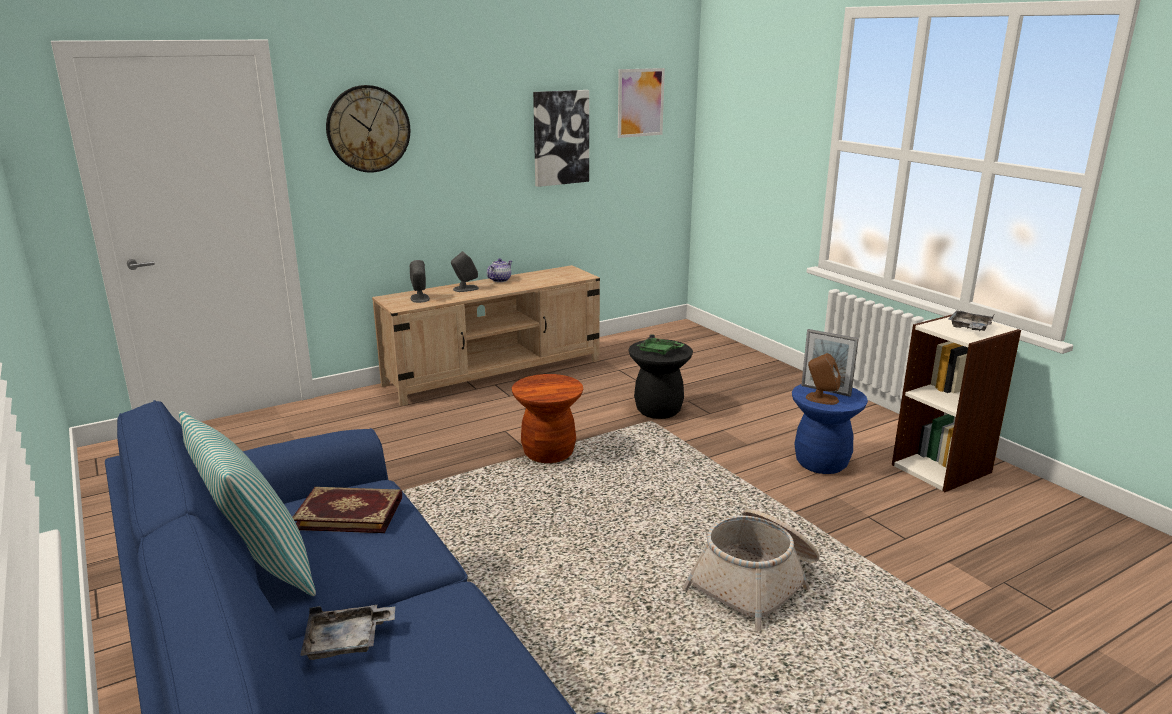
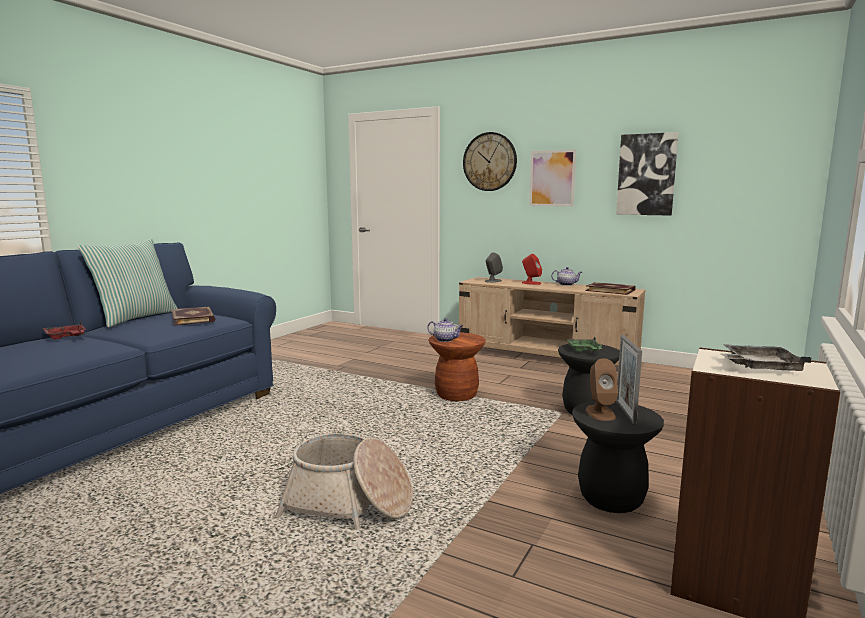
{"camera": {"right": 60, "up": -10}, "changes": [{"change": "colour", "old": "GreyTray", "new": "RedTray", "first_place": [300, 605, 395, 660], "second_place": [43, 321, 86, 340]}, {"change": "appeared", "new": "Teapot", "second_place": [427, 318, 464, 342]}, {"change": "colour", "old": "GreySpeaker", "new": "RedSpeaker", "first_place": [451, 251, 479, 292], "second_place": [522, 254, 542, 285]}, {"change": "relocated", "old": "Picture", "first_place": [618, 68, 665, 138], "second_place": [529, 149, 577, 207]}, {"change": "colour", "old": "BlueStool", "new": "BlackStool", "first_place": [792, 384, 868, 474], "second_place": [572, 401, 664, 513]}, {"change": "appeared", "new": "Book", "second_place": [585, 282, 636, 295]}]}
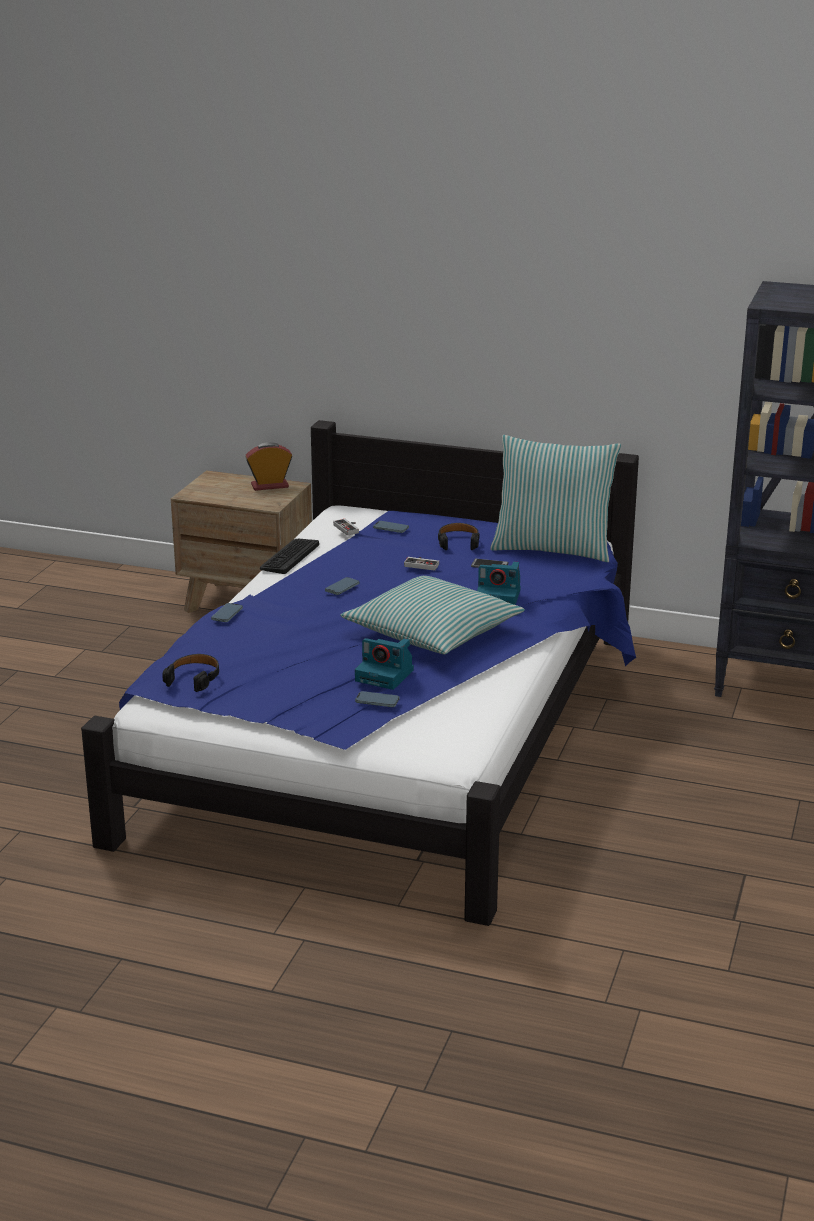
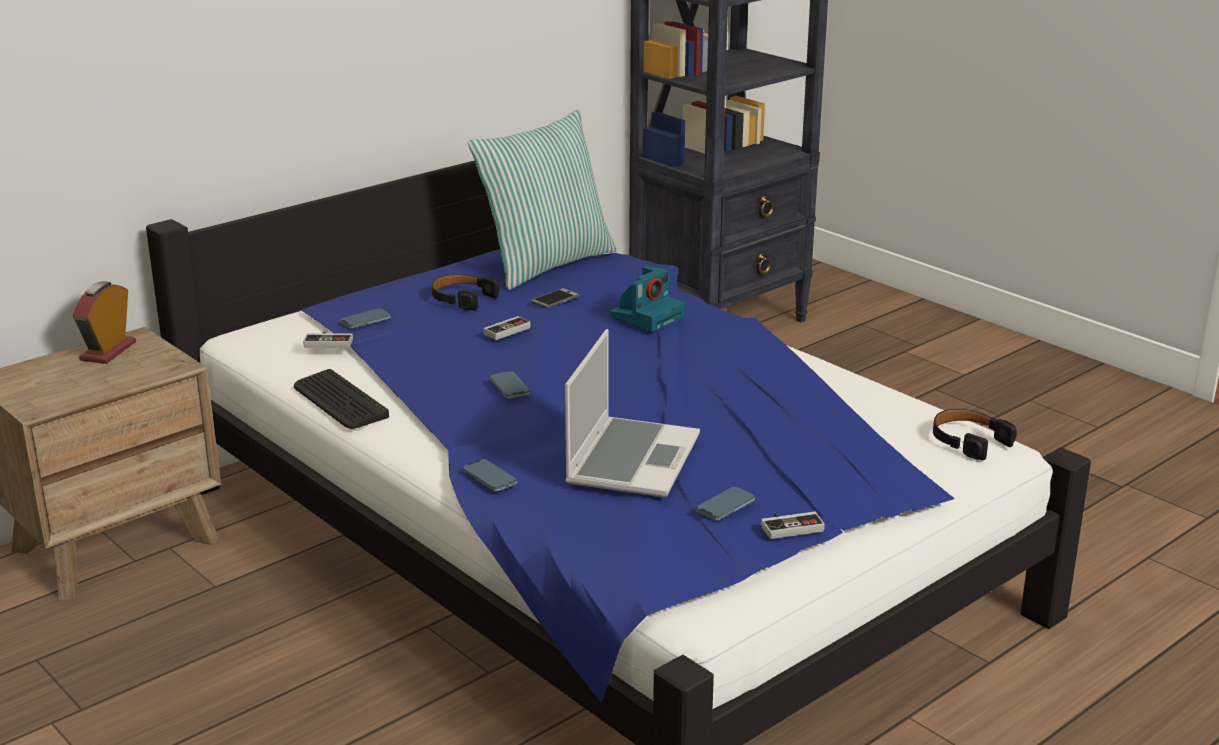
{"camera": {"right": -60, "up": 0}, "changes": [{"change": "appeared", "new": "Laptop", "second_place": [565, 329, 700, 498]}, {"change": "relocated", "old": "Phone", "first_place": [355, 691, 399, 707], "second_place": [696, 487, 755, 521]}, {"change": "appeared", "new": "GameController", "second_place": [761, 512, 825, 539]}, {"change": "relocated", "old": "BlackHeadphones", "first_place": [162, 654, 219, 692], "second_place": [933, 409, 1017, 460]}, {"change": "missing", "old": "Pillow", "first_place": [341, 576, 525, 654]}, {"change": "missing", "old": "PhotoCamera", "first_place": [355, 638, 414, 690]}]}
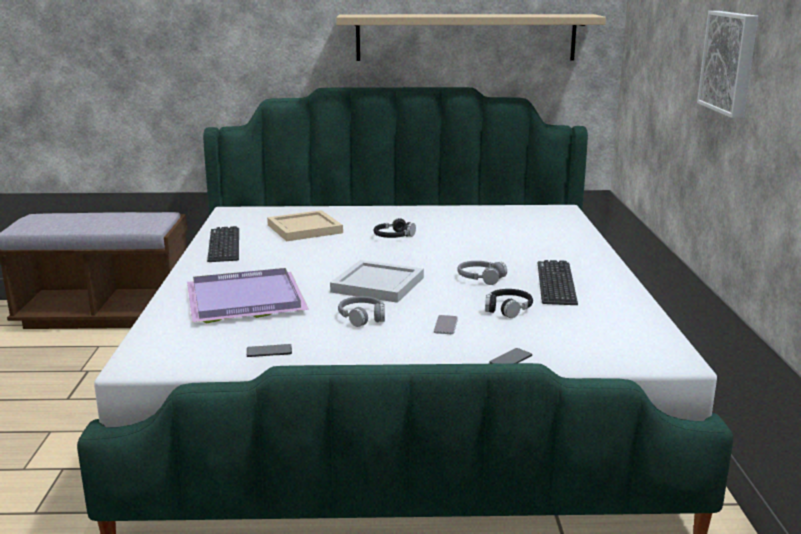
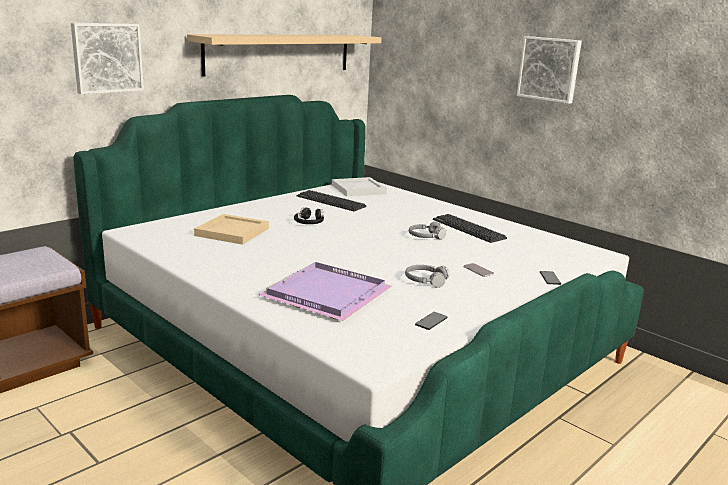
{"camera": {"right": -45, "up": 0}, "changes": [{"change": "appeared", "new": "Picture", "second_place": [71, 23, 144, 94]}, {"change": "relocated", "old": "Keyboard", "first_place": [207, 226, 239, 262], "second_place": [296, 190, 367, 211]}, {"change": "relocated", "old": "WhiteTray", "first_place": [330, 260, 424, 303], "second_place": [332, 177, 387, 197]}, {"change": "missing", "old": "BlackHeadphones", "first_place": [485, 289, 533, 318]}]}
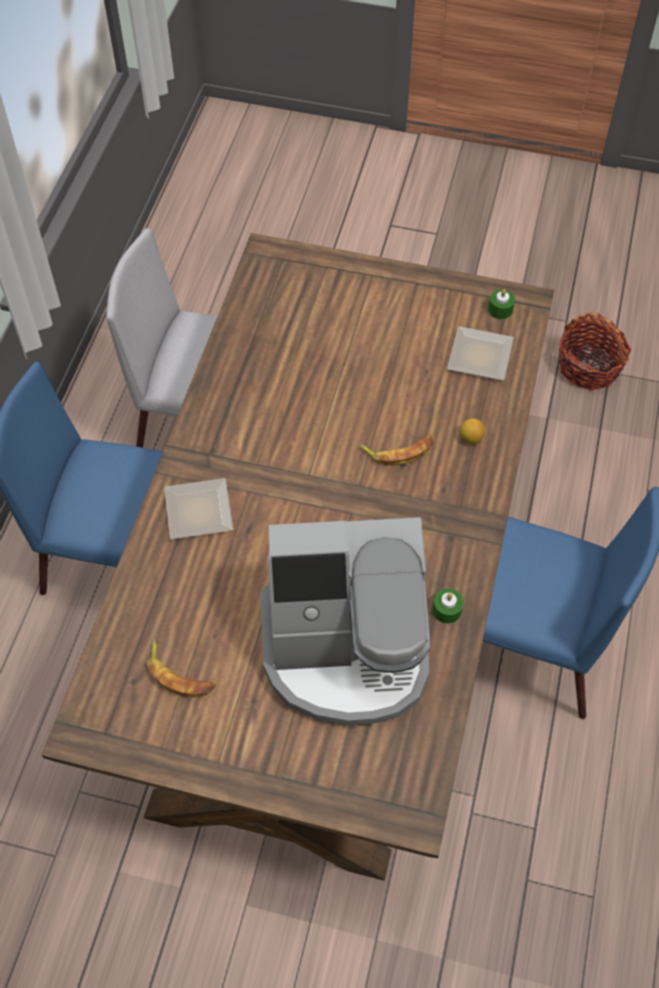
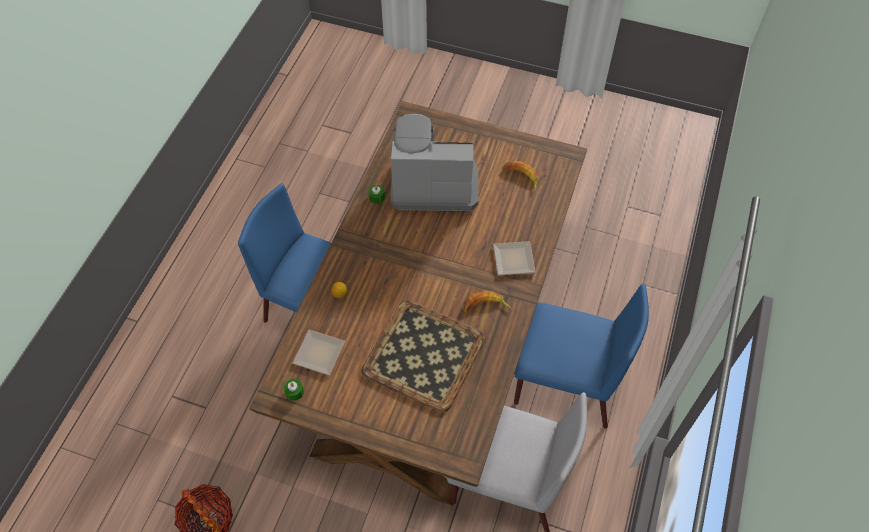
{"camera": {"right": -175, "up": 0}, "changes": [{"change": "appeared", "new": "Tray", "second_place": [361, 300, 486, 412]}, {"change": "relocated", "old": "Banana", "first_place": [359, 434, 434, 466], "second_place": [463, 291, 511, 313]}]}
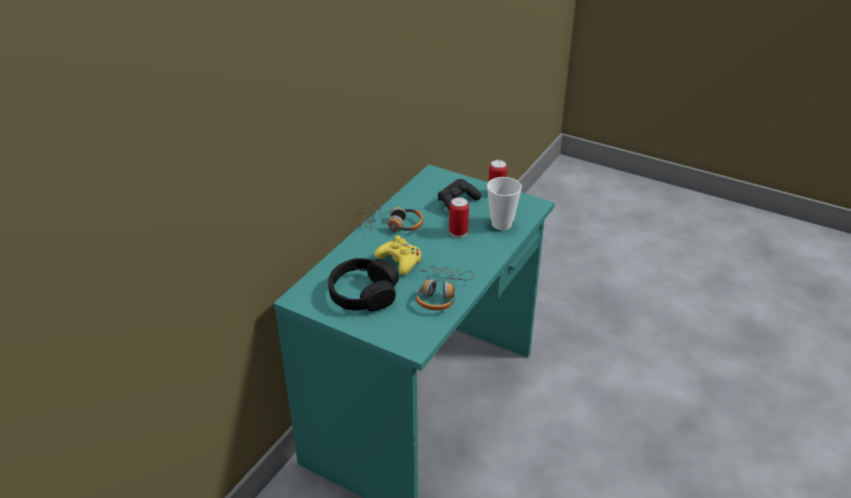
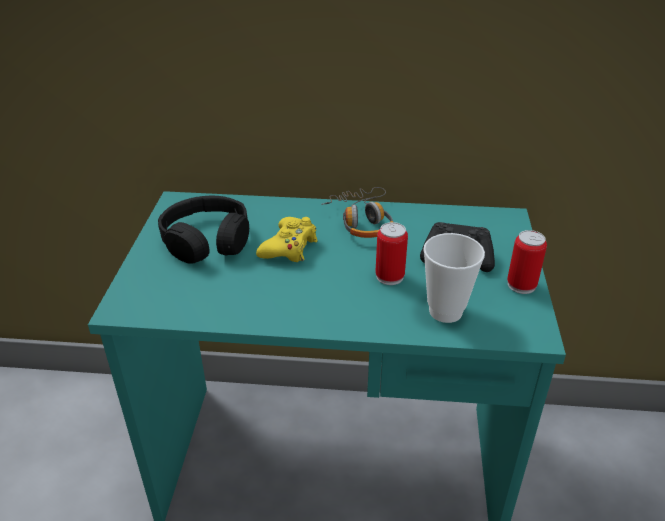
{"camera": {"right": 65, "up": 0}, "changes": [{"change": "missing", "old": "Headphones", "first_place": [416, 266, 475, 310]}]}
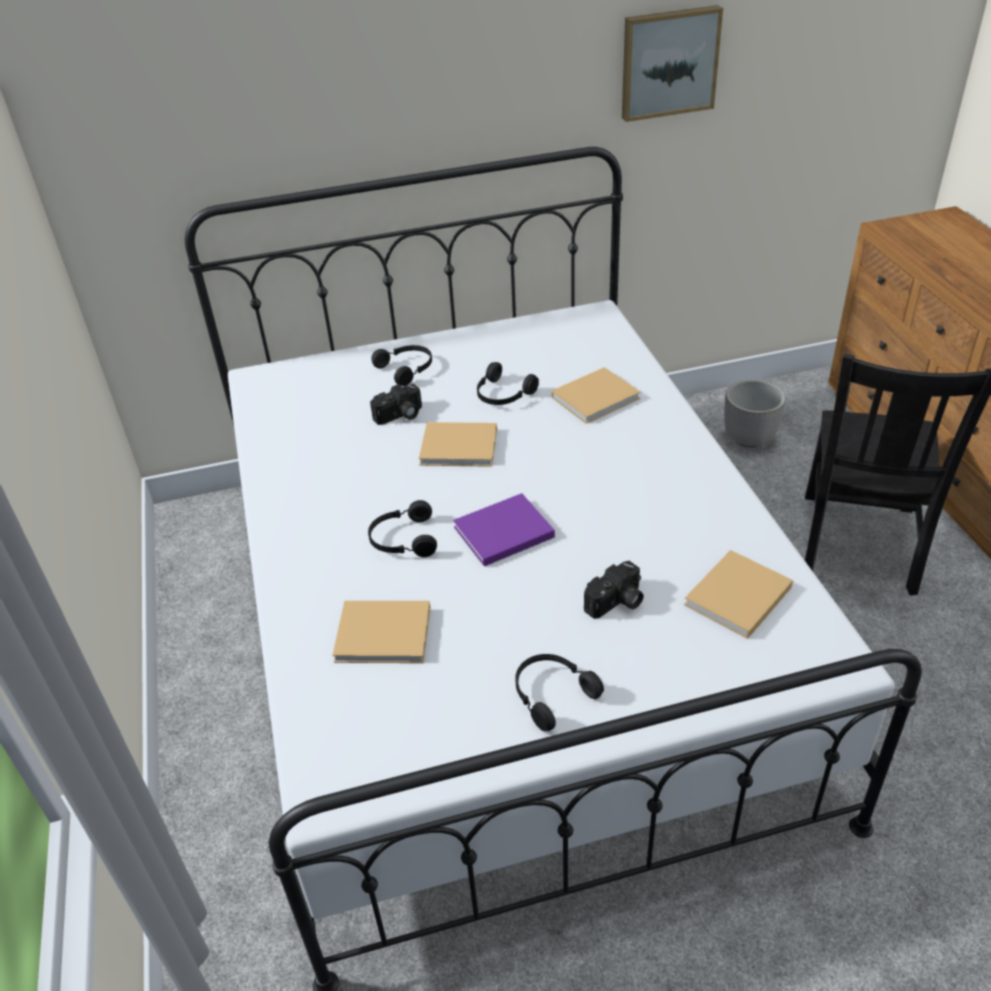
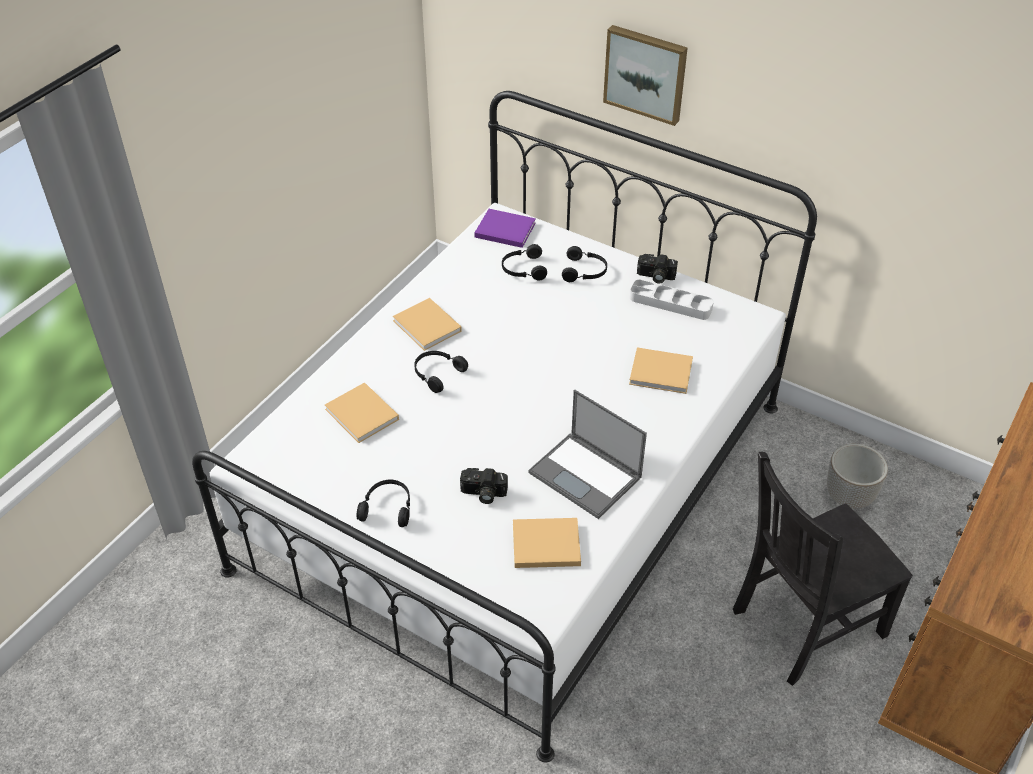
{"camera": {"right": 45, "up": 5}, "changes": [{"change": "relocated", "old": "BeigeBook", "first_place": [419, 422, 497, 467], "second_place": [393, 298, 462, 351]}, {"change": "relocated", "old": "PurpleBook", "first_place": [453, 493, 555, 566], "second_place": [475, 209, 536, 248]}, {"change": "relocated", "old": "BlackHeadphones", "first_place": [477, 362, 539, 405], "second_place": [502, 244, 547, 281]}, {"change": "appeared", "new": "Laptop", "second_place": [528, 389, 647, 519]}, {"change": "relocated", "old": "Picture", "first_place": [622, 5, 723, 122], "second_place": [603, 25, 688, 126]}, {"change": "appeared", "new": "GreyTray", "second_place": [630, 280, 714, 320]}, {"change": "relocated", "old": "PhotoCamera", "first_place": [370, 384, 422, 425], "second_place": [637, 254, 678, 284]}]}
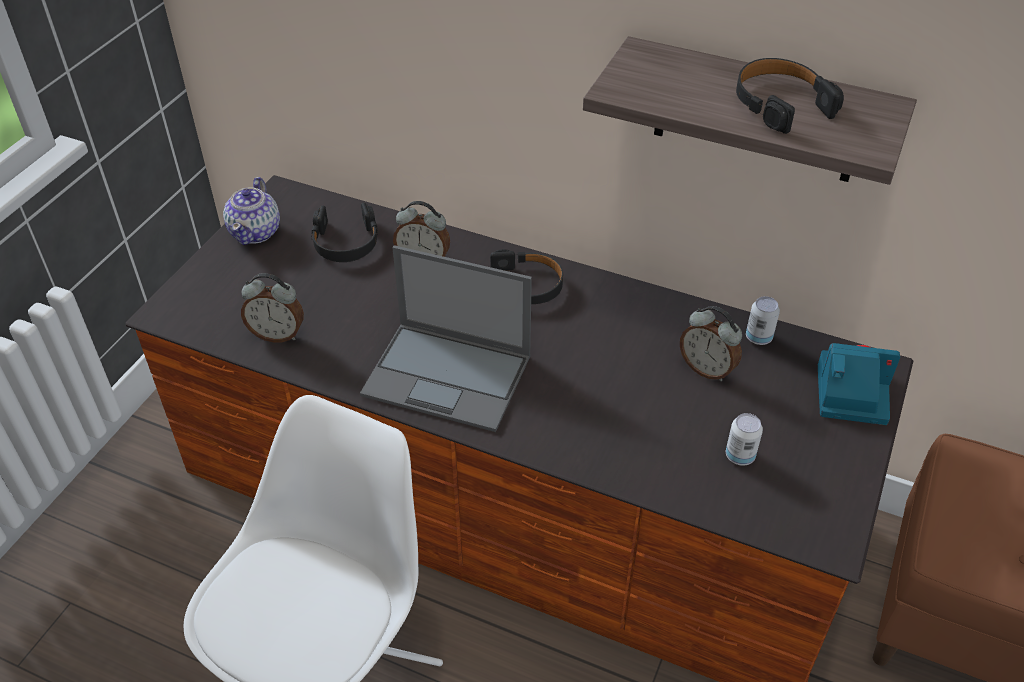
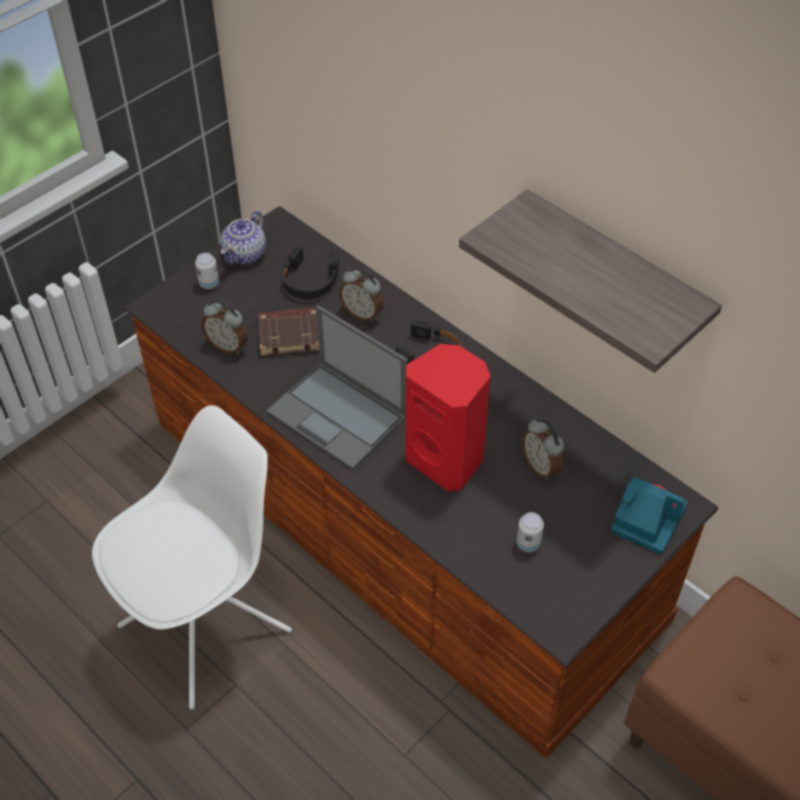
{"camera": {"right": 20, "up": 5}, "changes": [{"change": "relocated", "old": "Can", "first_place": [746, 296, 780, 345], "second_place": [195, 252, 219, 289]}, {"change": "appeared", "new": "BrownBook", "second_place": [258, 308, 319, 356]}, {"change": "appeared", "new": "RedSpeaker", "second_place": [405, 344, 491, 491]}, {"change": "missing", "old": "BlackHeadphones", "first_place": [736, 58, 844, 134]}]}
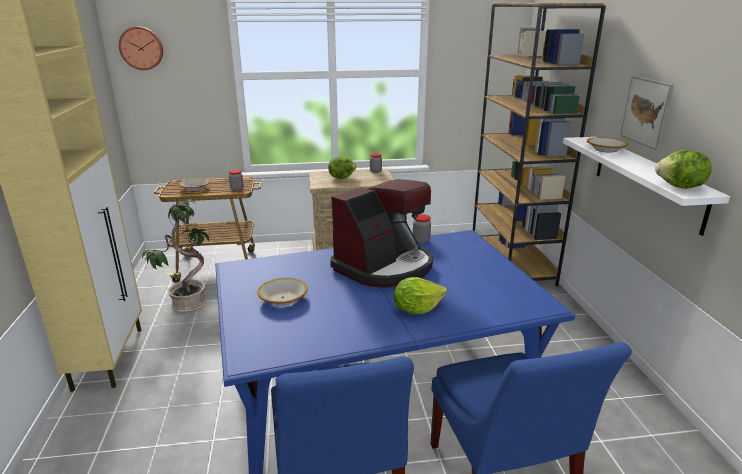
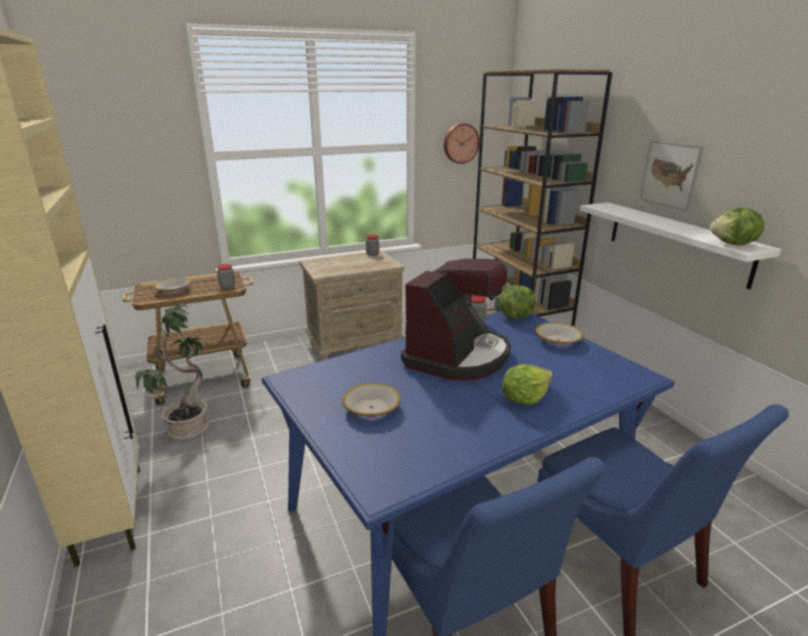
{"camera": {"right": -15, "up": 0}, "changes": [{"change": "relocated", "old": "WallClock", "first_place": [119, 26, 163, 70], "second_place": [444, 123, 480, 164]}, {"change": "relocated", "old": "Lettuce", "first_place": [328, 156, 357, 179], "second_place": [498, 285, 536, 319]}, {"change": "relocated", "old": "Bowl", "first_place": [587, 137, 628, 153], "second_place": [536, 322, 583, 346]}]}
